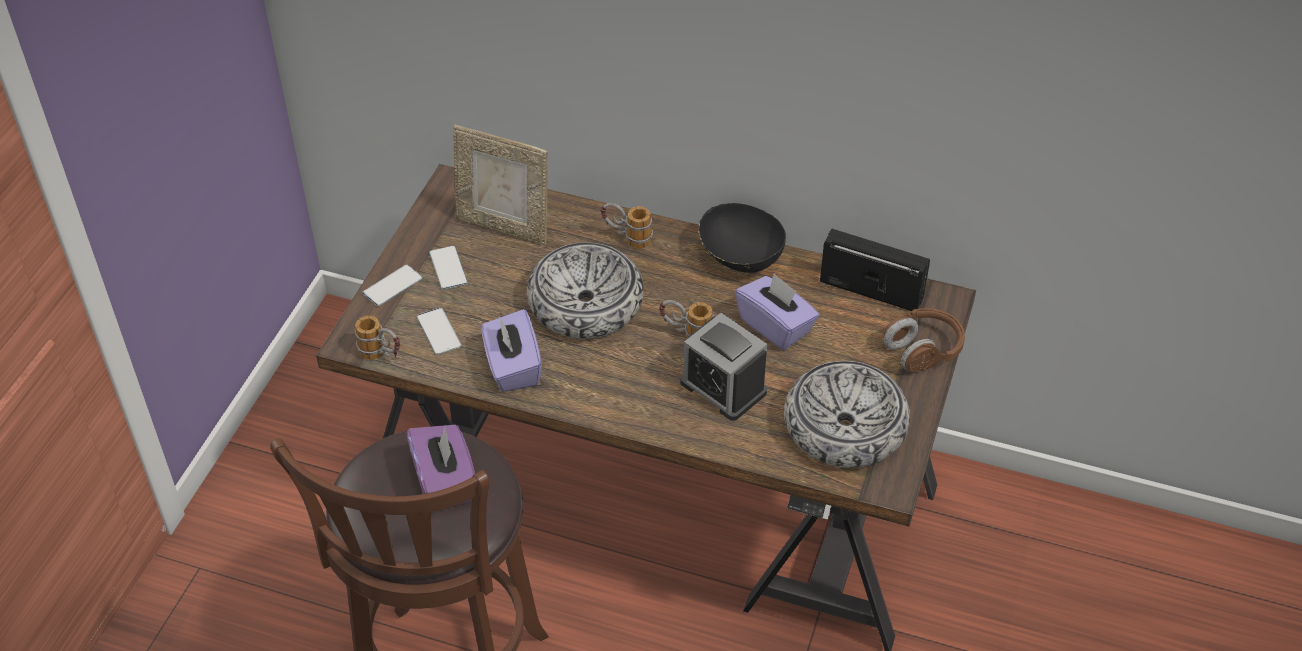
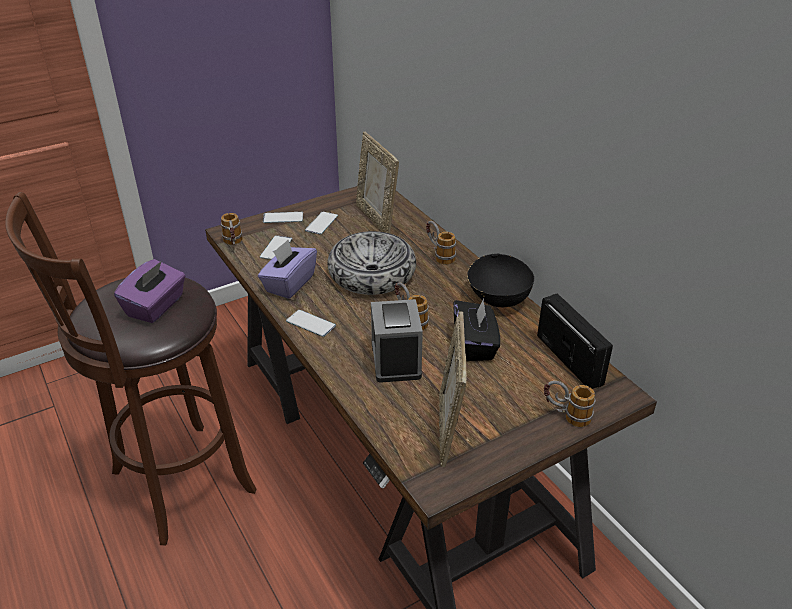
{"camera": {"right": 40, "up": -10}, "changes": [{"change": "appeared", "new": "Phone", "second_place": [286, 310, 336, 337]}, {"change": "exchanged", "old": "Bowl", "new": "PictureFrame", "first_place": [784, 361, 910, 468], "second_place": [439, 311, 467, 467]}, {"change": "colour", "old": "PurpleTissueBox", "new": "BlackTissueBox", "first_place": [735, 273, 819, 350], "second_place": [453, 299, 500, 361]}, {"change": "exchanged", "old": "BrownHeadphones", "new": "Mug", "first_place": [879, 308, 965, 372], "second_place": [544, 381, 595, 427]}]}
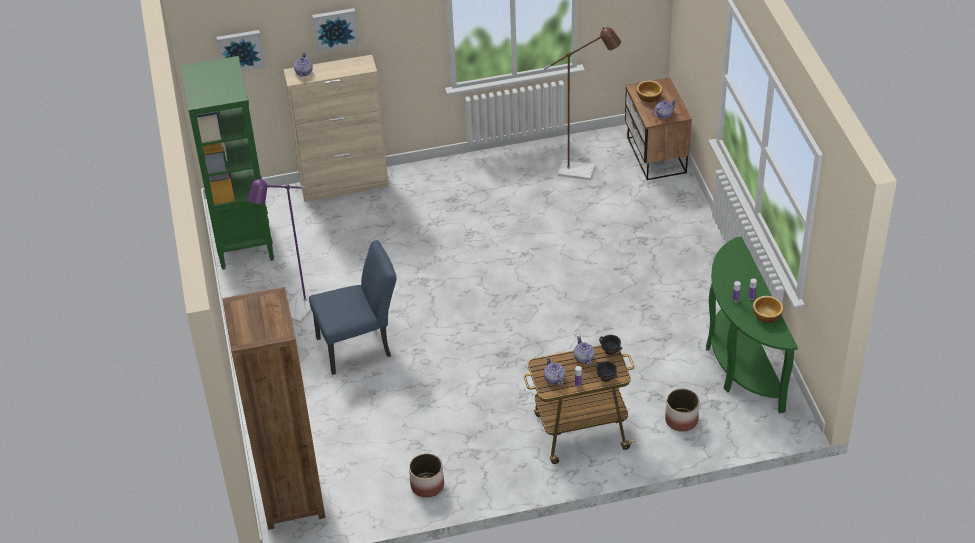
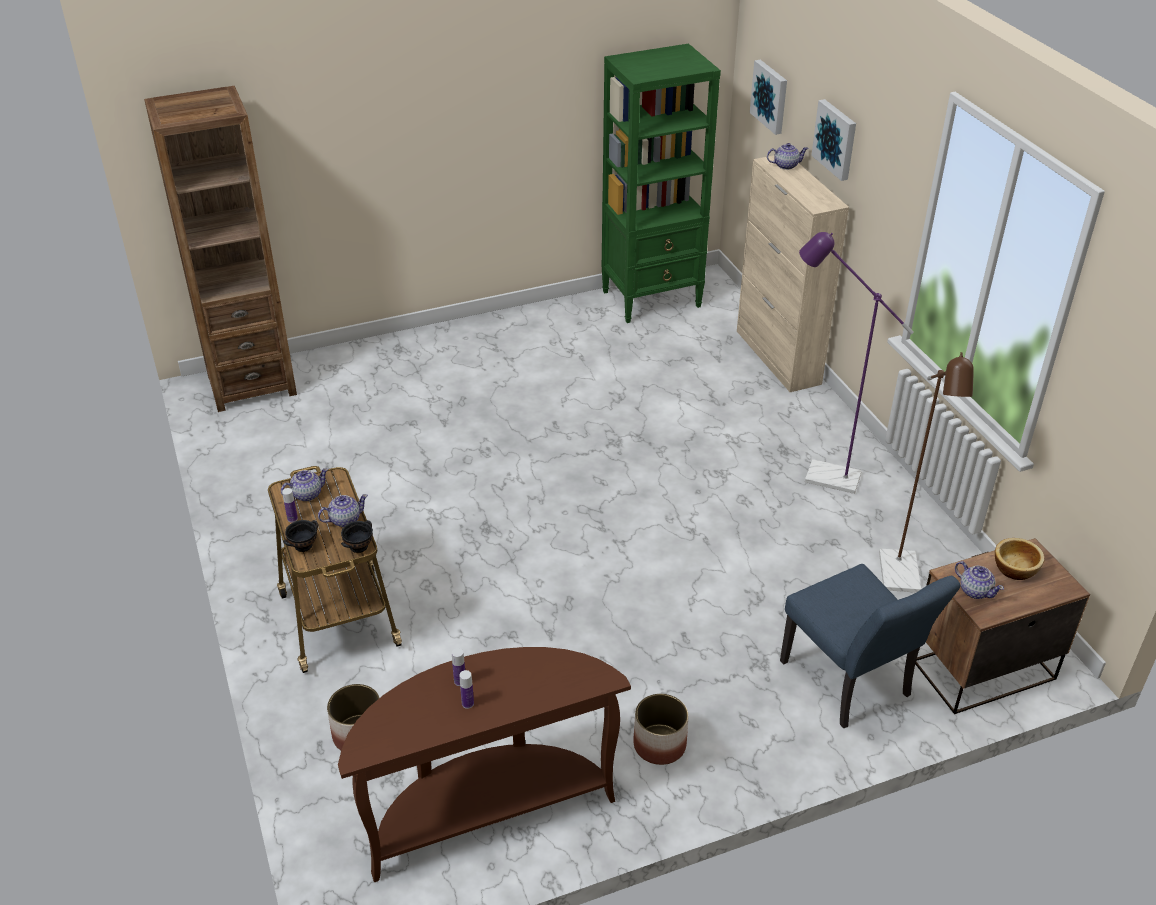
{"camera": {"right": 80, "up": -5}, "changes": [{"change": "colour", "old": "GreenConsoleTable", "new": "BrownConsoleTable", "first_place": [706, 236, 798, 413], "second_place": [338, 647, 631, 882]}, {"change": "relocated", "old": "Planter", "first_place": [409, 453, 444, 498], "second_place": [633, 694, 689, 765]}, {"change": "relocated", "old": "BlueChair", "first_place": [309, 240, 397, 375], "second_place": [780, 564, 961, 728]}, {"change": "relocated", "old": "PurpleFloorLamp", "first_place": [248, 177, 312, 323], "second_place": [799, 232, 914, 494]}, {"change": "missing", "old": "Bowl", "first_place": [753, 296, 783, 323]}]}
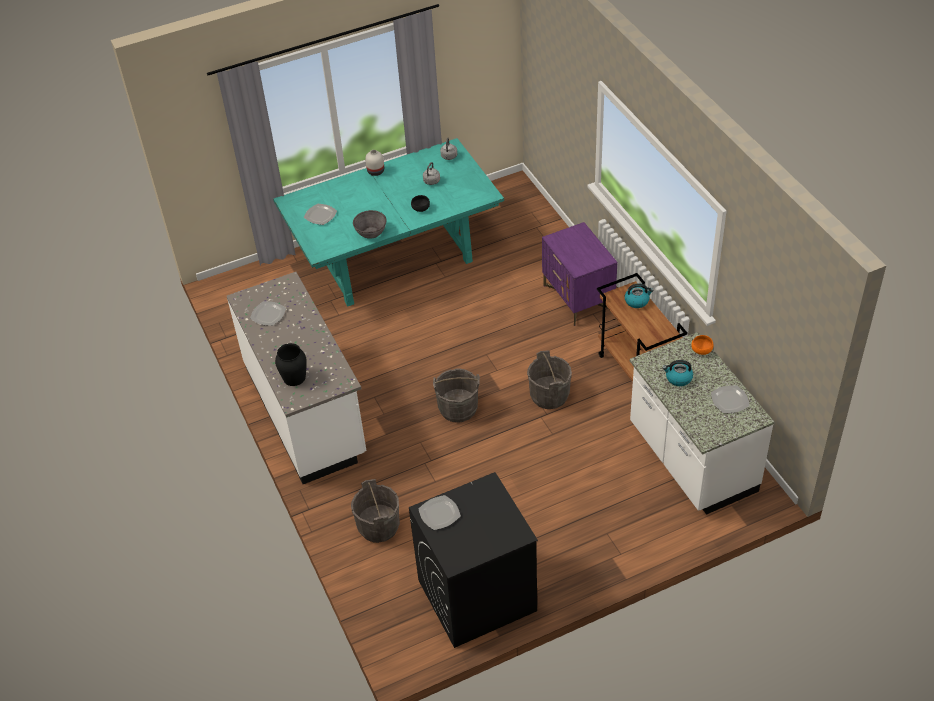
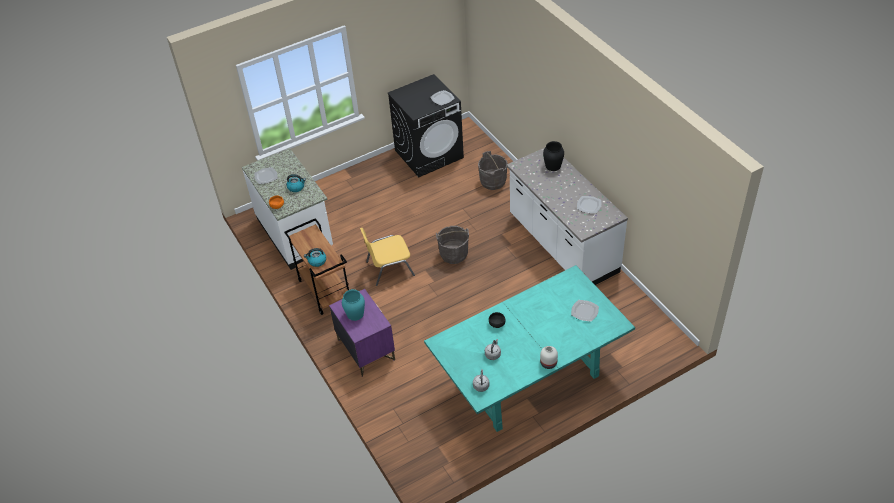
{"camera": {"right": 175, "up": 0}, "changes": [{"change": "appeared", "new": "TurquoiseVase", "second_place": [342, 289, 365, 321]}, {"change": "exchanged", "old": "GreyBucket", "new": "YellowChair", "first_place": [527, 350, 572, 409], "second_place": [360, 227, 415, 286]}, {"change": "missing", "old": "GreyBowl", "first_place": [353, 210, 387, 239]}]}
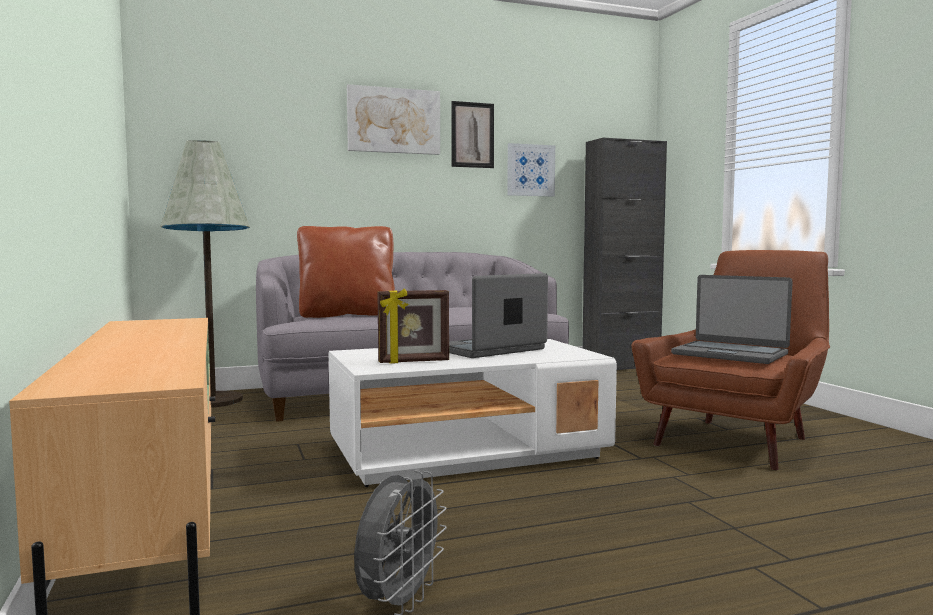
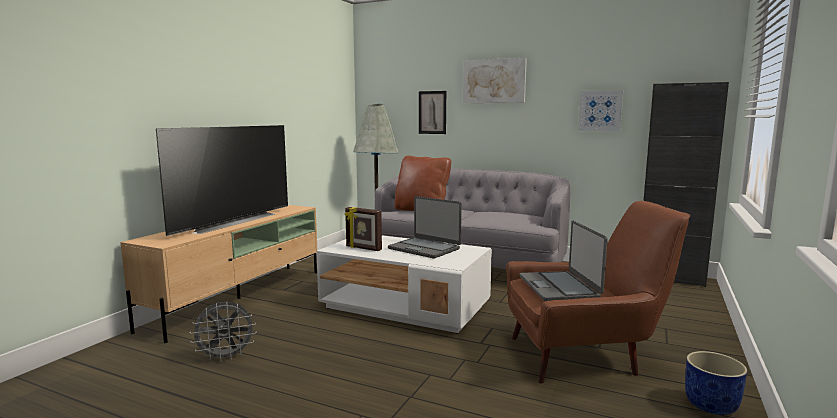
{"camera": {"right": 45, "up": 5}, "changes": [{"change": "appeared", "new": "Television", "second_place": [156, 125, 288, 236]}, {"change": "spun", "old": "Laptop", "first_place": [449, 273, 548, 358], "second_place": [388, 196, 462, 258], "degrees": -150}, {"change": "relocated", "old": "Picture", "first_place": [451, 101, 494, 168], "second_place": [419, 91, 446, 134]}, {"change": "appeared", "new": "BluePlanter", "second_place": [685, 351, 747, 415]}]}
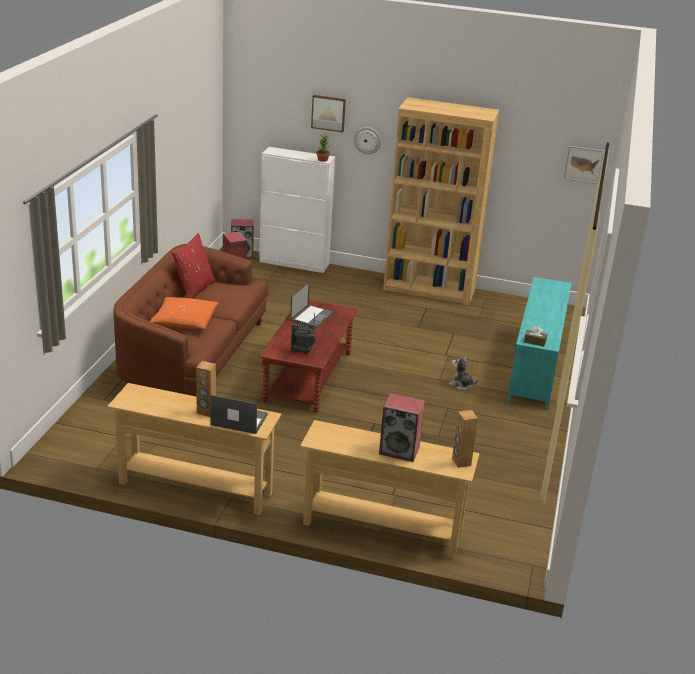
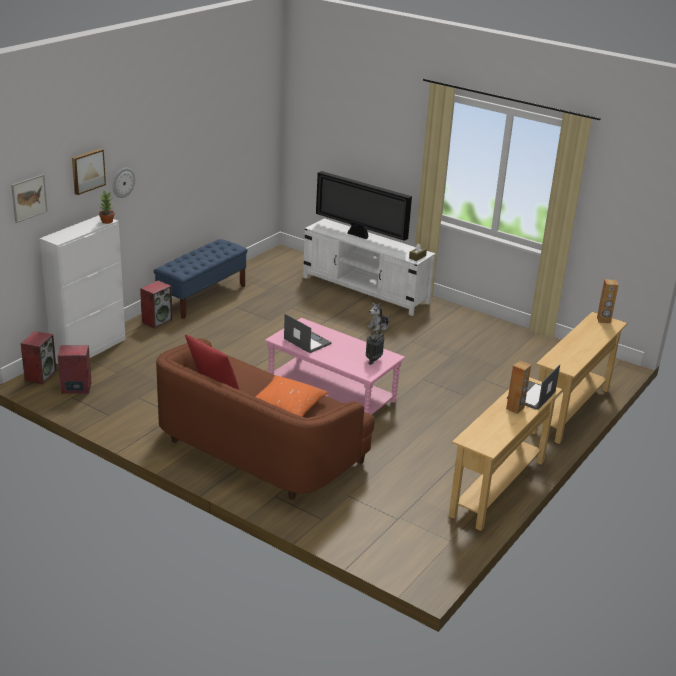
{"camera": {"right": -70, "up": 0}, "changes": [{"change": "relocated", "old": "Picture", "first_place": [564, 146, 604, 184], "second_place": [11, 174, 48, 223]}, {"change": "relocated", "old": "Speaker", "first_place": [379, 393, 425, 462], "second_place": [140, 280, 173, 329]}, {"change": "exchanged", "old": "BrownBookcase", "new": "BlueBench", "first_place": [383, 97, 499, 305], "second_place": [154, 239, 247, 319]}, {"change": "colour", "old": "BrownCoffeeTable", "new": "PinkCoffeeTable", "first_place": [259, 300, 357, 412], "second_place": [265, 318, 405, 415]}, {"change": "colour", "old": "TurquoiseTvStand", "new": "WhiteTvStand", "first_place": [507, 277, 572, 410], "second_place": [303, 218, 435, 316]}, {"change": "appeared", "new": "Television", "second_place": [316, 171, 412, 241]}]}
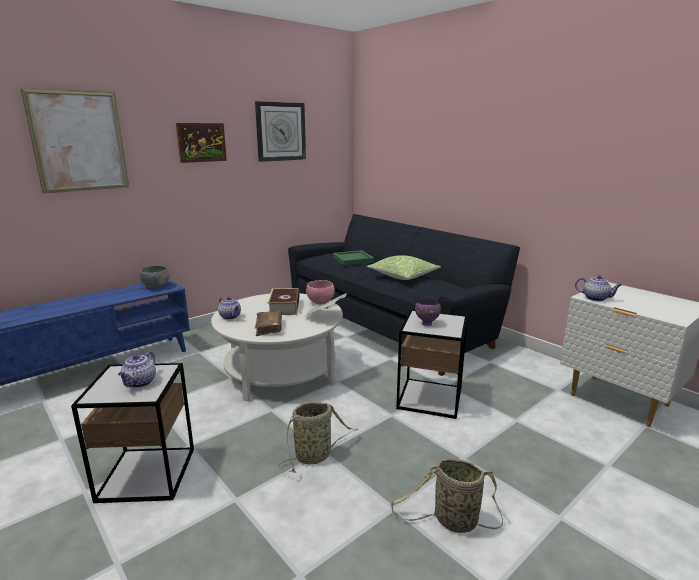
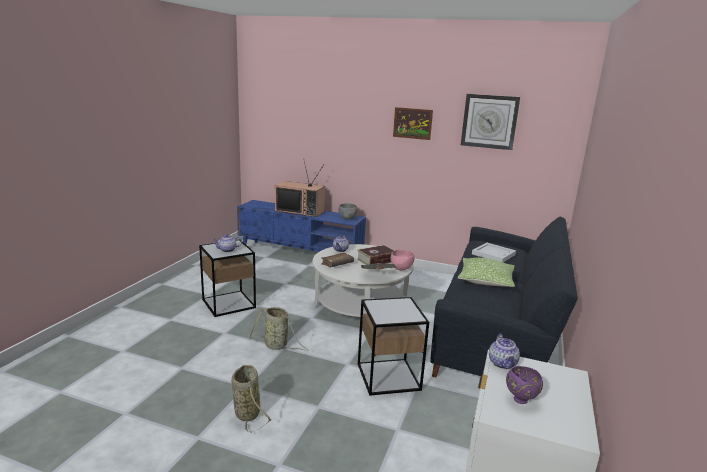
{"camera": {"right": 60, "up": 0}, "changes": [{"change": "appeared", "new": "Television", "second_place": [275, 161, 325, 217]}, {"change": "colour", "old": "GreenTray", "new": "WhiteTray", "first_place": [333, 250, 374, 265], "second_place": [472, 243, 516, 262]}, {"change": "relocated", "old": "PurpleBowl", "first_place": [415, 299, 441, 326], "second_place": [506, 366, 543, 404]}, {"change": "missing", "old": "Picture", "first_place": [21, 88, 129, 194]}]}
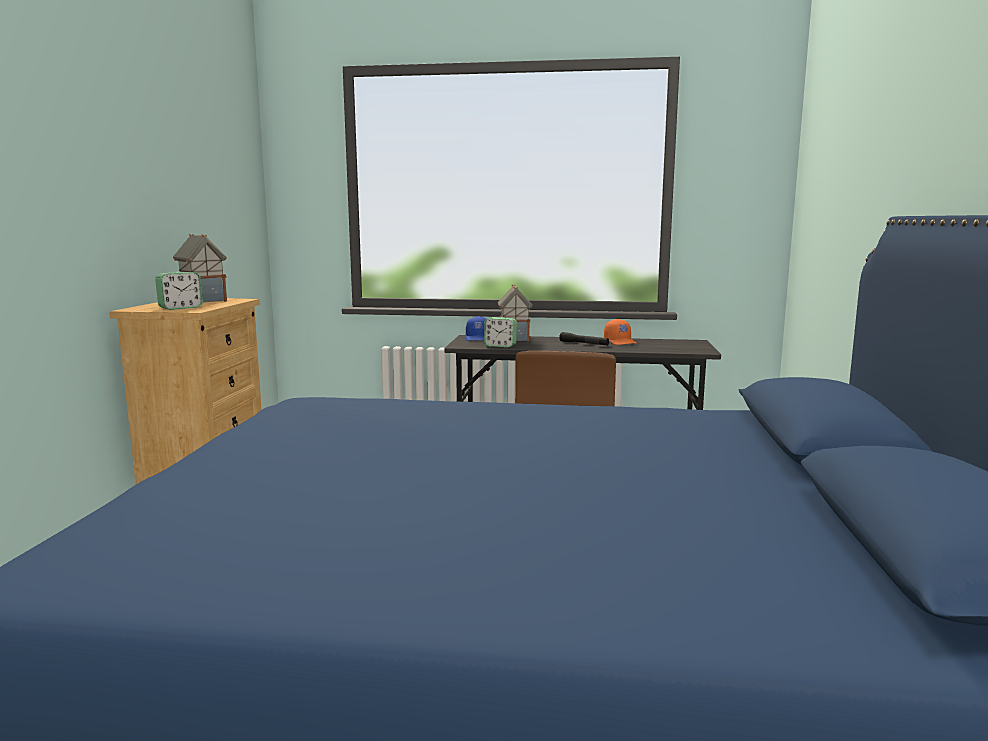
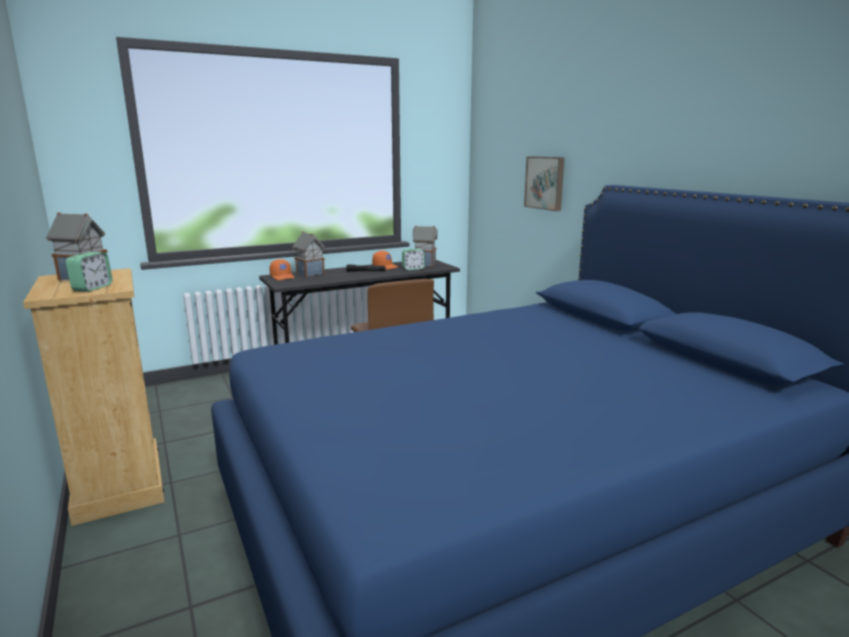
{"camera": {"right": -35, "up": 5}, "changes": [{"change": "colour", "old": "BlueCap", "new": "OrangeCap", "first_place": [466, 316, 487, 341], "second_place": [269, 259, 294, 280]}, {"change": "relocated", "old": "AlarmClock", "first_place": [484, 317, 517, 347], "second_place": [402, 249, 425, 270]}, {"change": "appeared", "new": "ToyHouse", "second_place": [413, 225, 437, 266]}, {"change": "appeared", "new": "Picture", "second_place": [524, 157, 565, 211]}]}
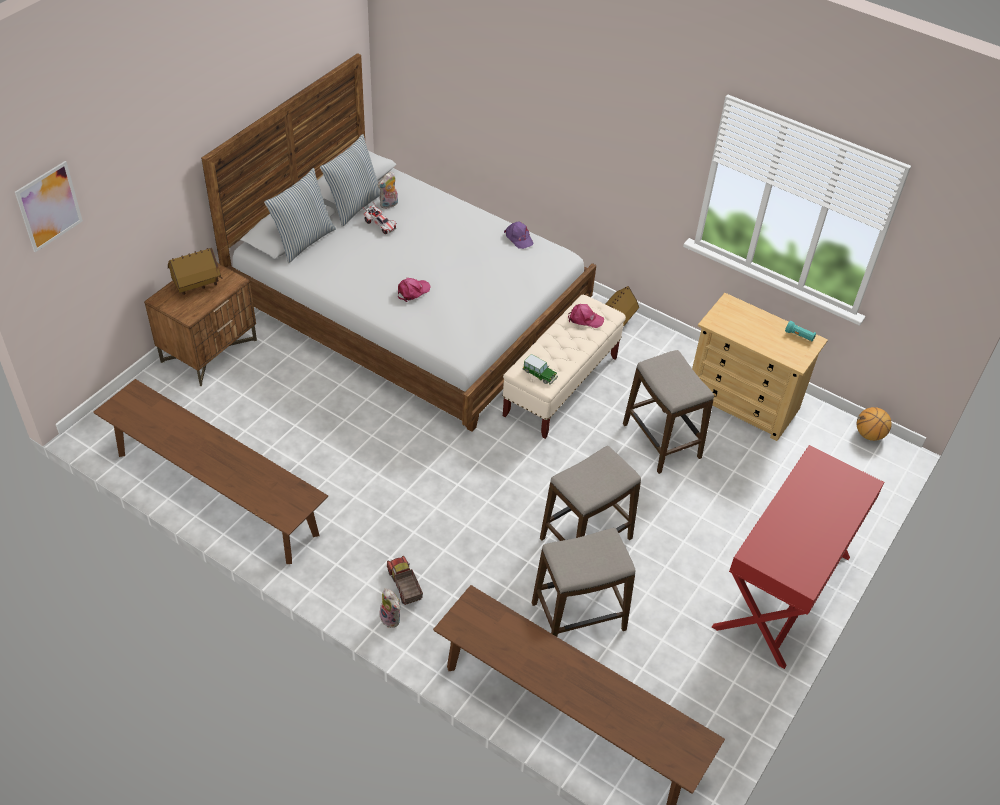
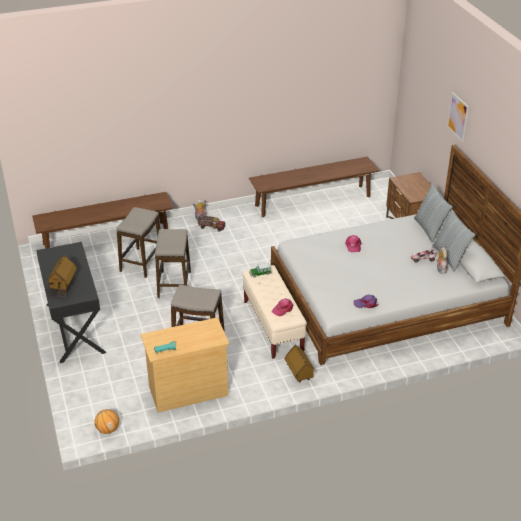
{"camera": {"right": 130, "up": -10}, "changes": [{"change": "colour", "old": "RedDesk", "new": "BlackDesk", "first_place": [712, 445, 884, 669], "second_place": [36, 242, 106, 363]}, {"change": "relocated", "old": "ToyHouse", "first_place": [168, 248, 222, 295], "second_place": [46, 255, 77, 298]}, {"change": "relocated", "old": "Picture", "first_place": [15, 161, 83, 252], "second_place": [447, 92, 469, 142]}]}
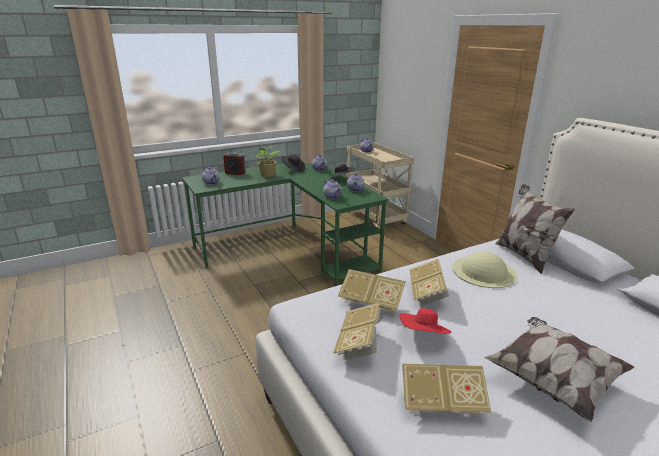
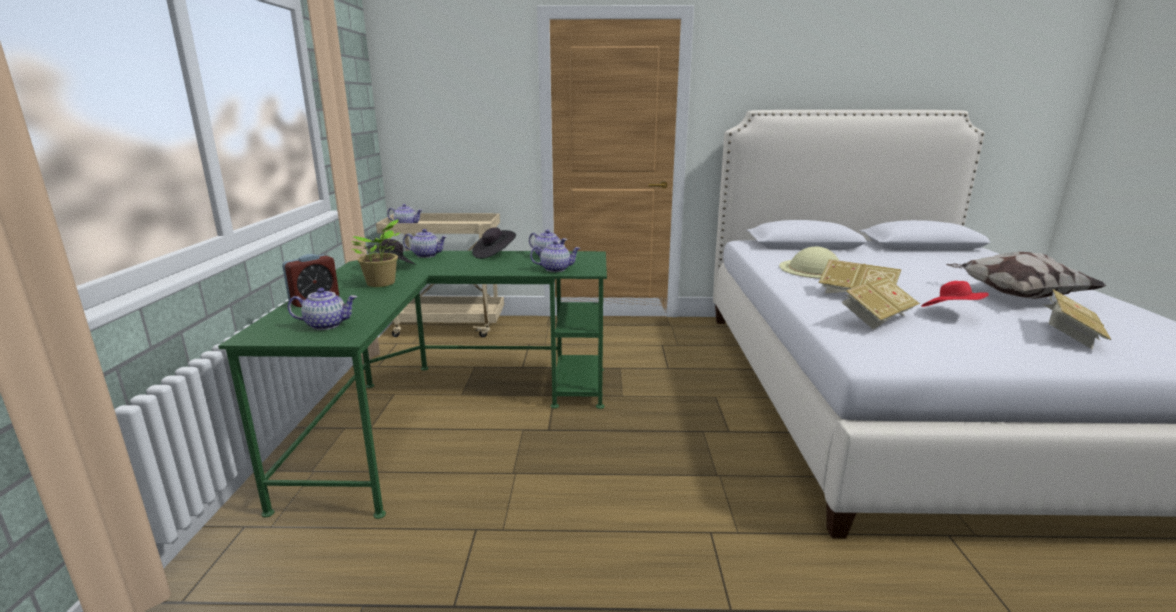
{"camera": {"right": -60, "up": -5}, "changes": [{"change": "missing", "old": "Book", "first_place": [333, 302, 384, 361]}, {"change": "missing", "old": "Pillow", "first_place": [495, 184, 575, 274]}]}
